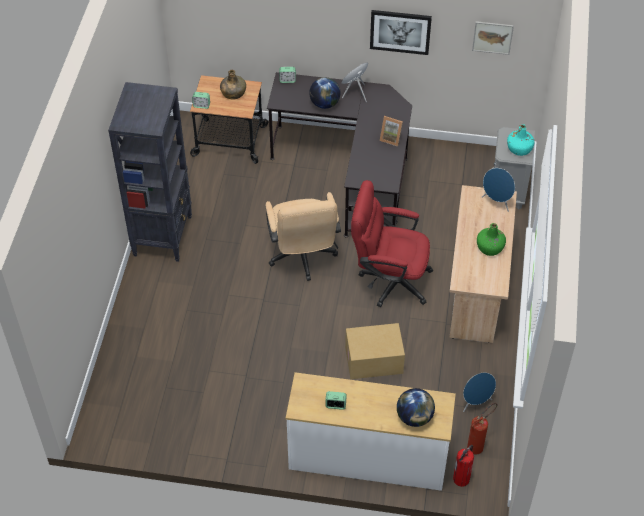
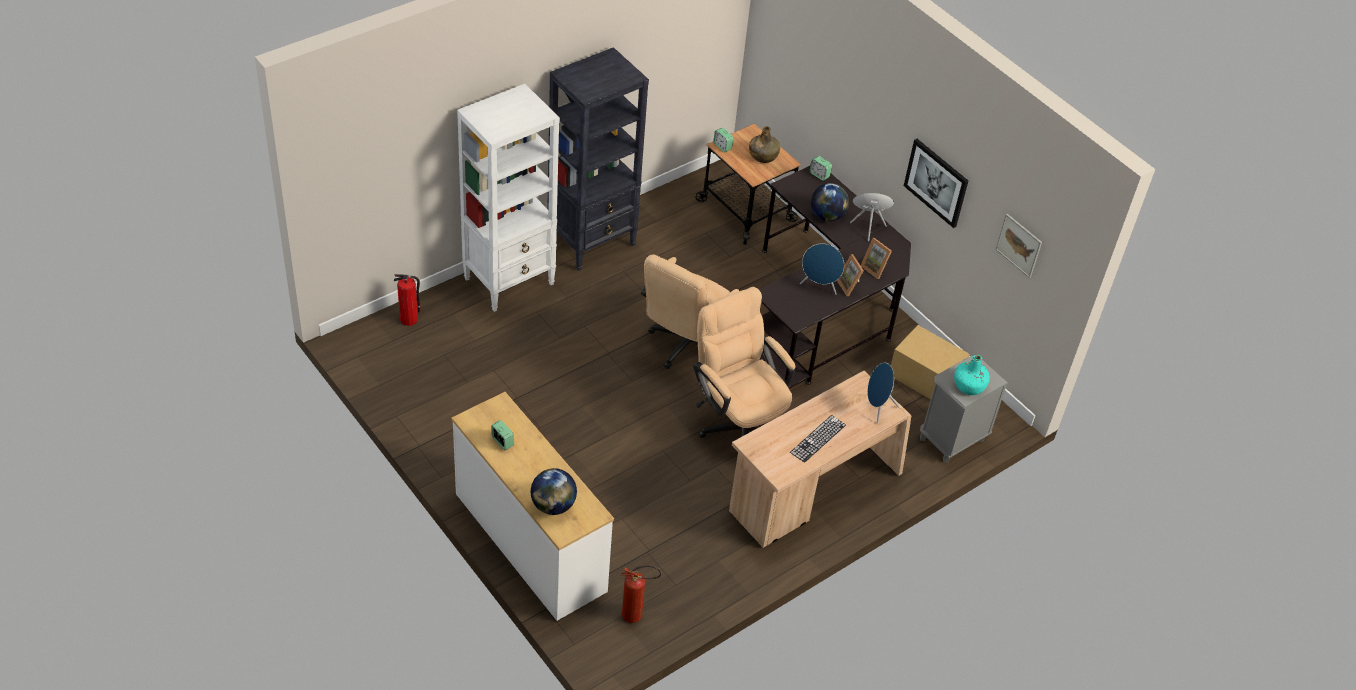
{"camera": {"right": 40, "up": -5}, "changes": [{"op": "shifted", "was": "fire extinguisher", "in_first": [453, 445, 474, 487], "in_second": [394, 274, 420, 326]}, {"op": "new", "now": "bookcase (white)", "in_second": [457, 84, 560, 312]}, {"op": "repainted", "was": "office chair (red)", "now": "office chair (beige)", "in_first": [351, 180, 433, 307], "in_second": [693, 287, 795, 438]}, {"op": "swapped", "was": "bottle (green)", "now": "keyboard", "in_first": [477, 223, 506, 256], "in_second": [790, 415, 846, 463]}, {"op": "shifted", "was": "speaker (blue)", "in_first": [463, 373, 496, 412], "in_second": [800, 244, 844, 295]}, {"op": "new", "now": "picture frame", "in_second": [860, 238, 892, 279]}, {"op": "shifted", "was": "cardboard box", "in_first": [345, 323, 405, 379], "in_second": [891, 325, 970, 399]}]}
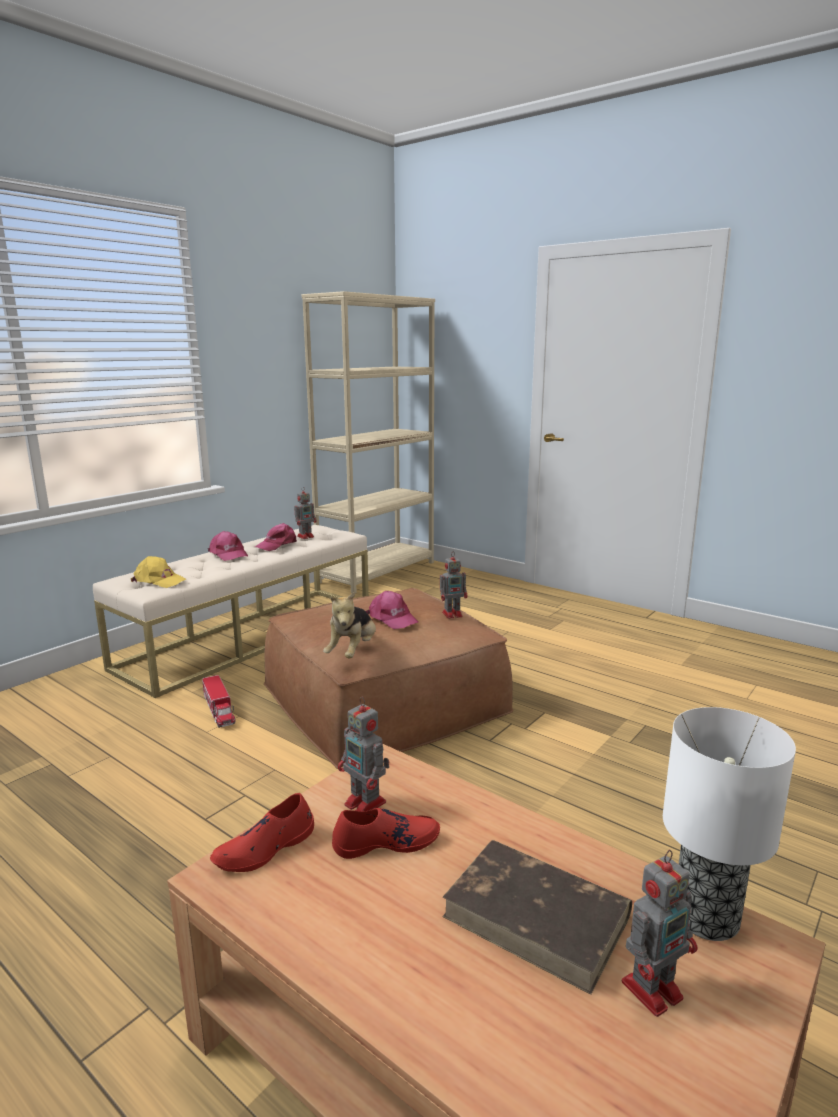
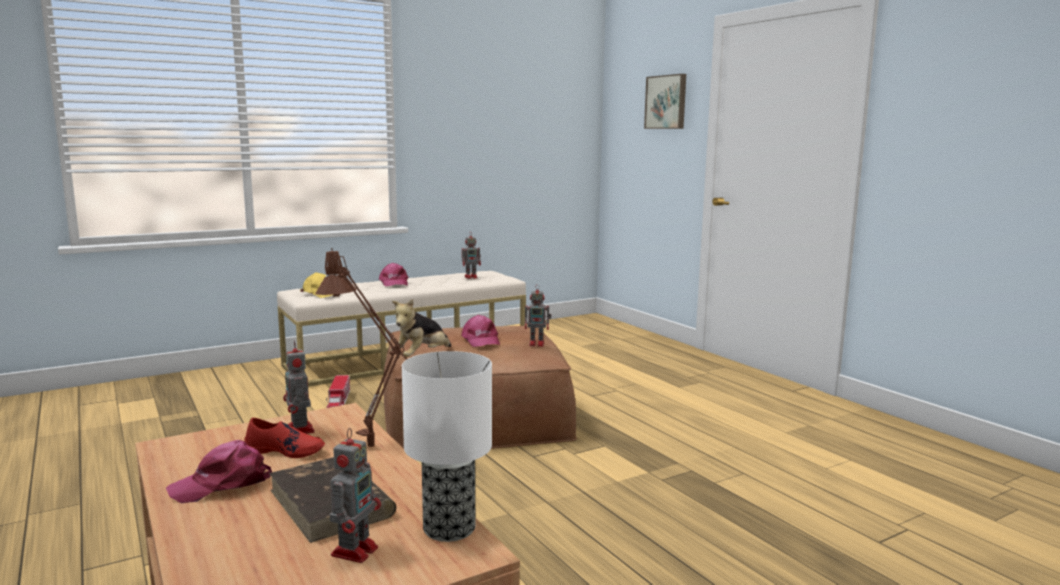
{"camera": {"right": 20, "up": -5}, "changes": [{"op": "shifted", "was": "cap (pink)", "in_first": [255, 523, 297, 551], "in_second": [166, 440, 272, 503]}, {"op": "new", "now": "table lamp (brown)", "in_second": [316, 248, 407, 447]}, {"op": "rotated", "was": "toy robot", "in_first": [622, 850, 697, 1017], "in_second": [330, 428, 381, 563], "clockwise": -60}, {"op": "new", "now": "picture", "in_second": [644, 74, 686, 129]}, {"op": "gone", "was": "shoe (red)", "in_first": [210, 793, 314, 872]}, {"op": "gone", "was": "bookcase (beige)", "in_first": [302, 291, 435, 593]}]}
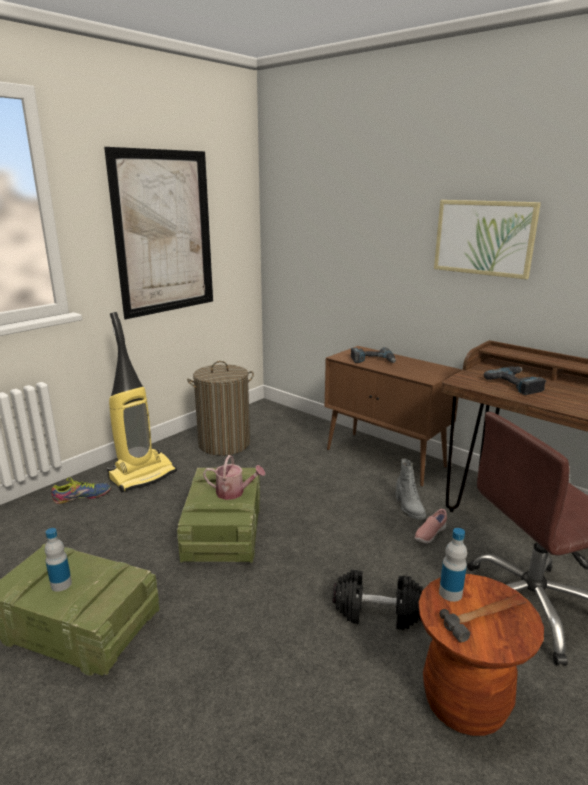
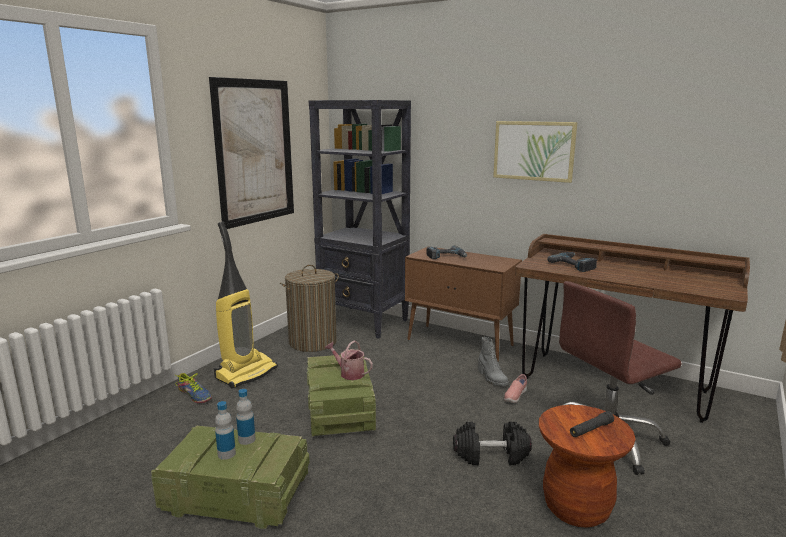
{"camera": {"right": -10, "up": -5}, "changes": [{"op": "rotated", "was": "shoe", "in_first": [51, 478, 111, 504], "in_second": [176, 373, 212, 403], "clockwise": 75}, {"op": "shifted", "was": "bottle", "in_first": [439, 528, 467, 602], "in_second": [236, 389, 256, 445]}, {"op": "new", "now": "bookcase (black)", "in_second": [309, 100, 411, 339]}, {"op": "rotated", "was": "watering can", "in_first": [203, 455, 265, 500], "in_second": [325, 341, 373, 380], "clockwise": -150}, {"op": "swapped", "was": "hammer", "now": "flashlight (black)", "in_first": [440, 594, 527, 642], "in_second": [570, 411, 614, 437]}]}
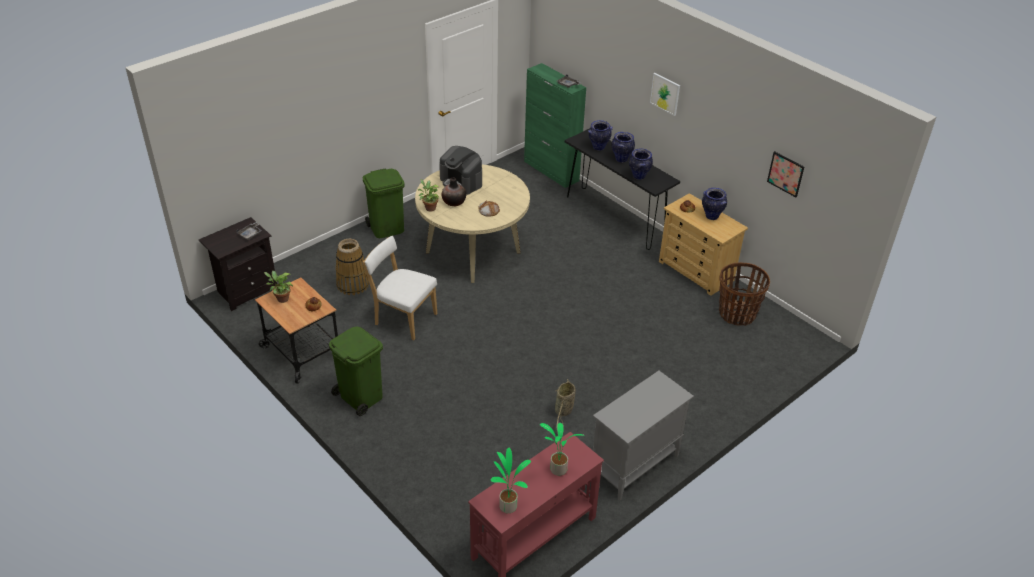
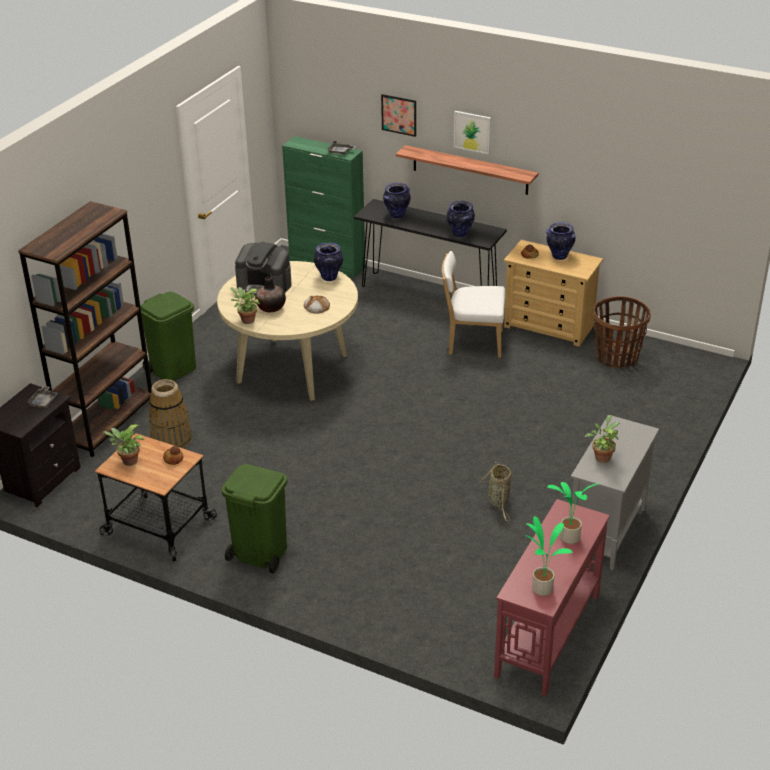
{"camera": {"right": -20, "up": -5}, "changes": [{"op": "new", "now": "bookcase (brown)", "in_second": [18, 201, 152, 457]}, {"op": "shifted", "was": "vase", "in_first": [611, 132, 635, 163], "in_second": [314, 243, 343, 281]}, {"op": "shifted", "was": "picture", "in_first": [767, 151, 804, 197], "in_second": [381, 94, 416, 137]}, {"op": "new", "now": "shelf", "in_second": [396, 145, 539, 195]}, {"op": "shifted", "was": "chair (white)", "in_first": [363, 236, 437, 341], "in_second": [442, 251, 505, 358]}, {"op": "new", "now": "potted plant", "in_second": [585, 415, 620, 463]}]}
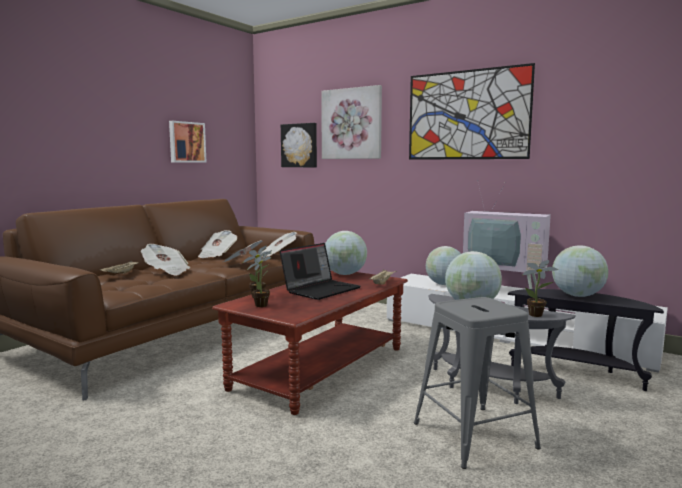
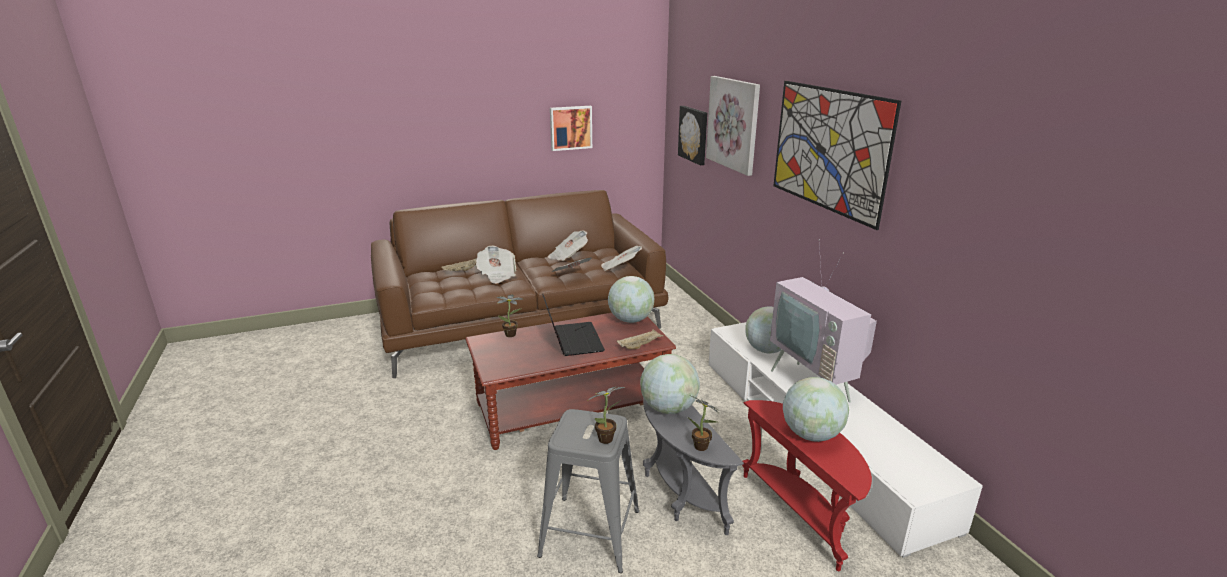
{"camera": {"right": 35, "up": 15}, "changes": [{"op": "rotated", "was": "laptop", "in_first": [279, 243, 361, 300], "in_second": [542, 294, 605, 356], "clockwise": -90}, {"op": "shifted", "was": "potted plant", "in_first": [247, 250, 272, 307], "in_second": [587, 386, 625, 444]}, {"op": "repainted", "was": "side table (black)", "now": "side table (red)", "in_first": [508, 289, 664, 391], "in_second": [742, 400, 872, 571]}]}
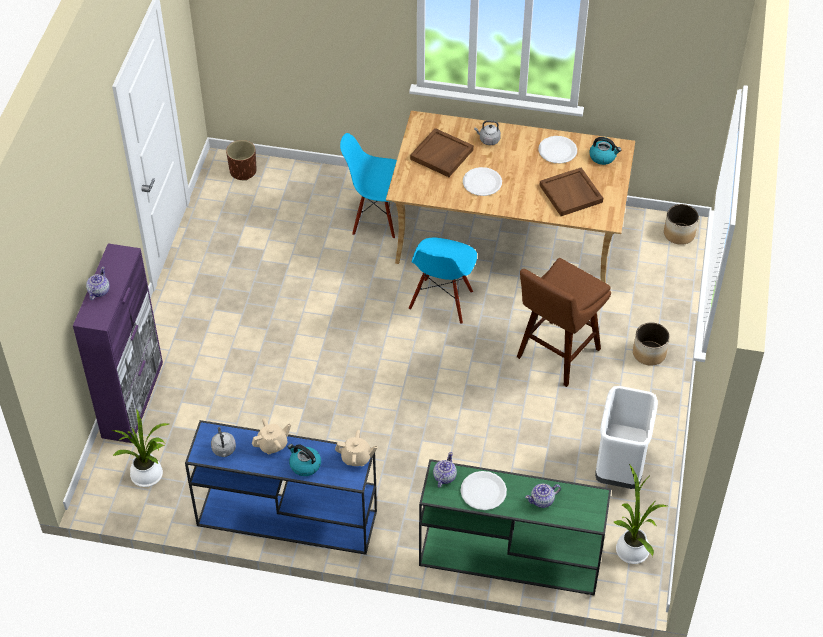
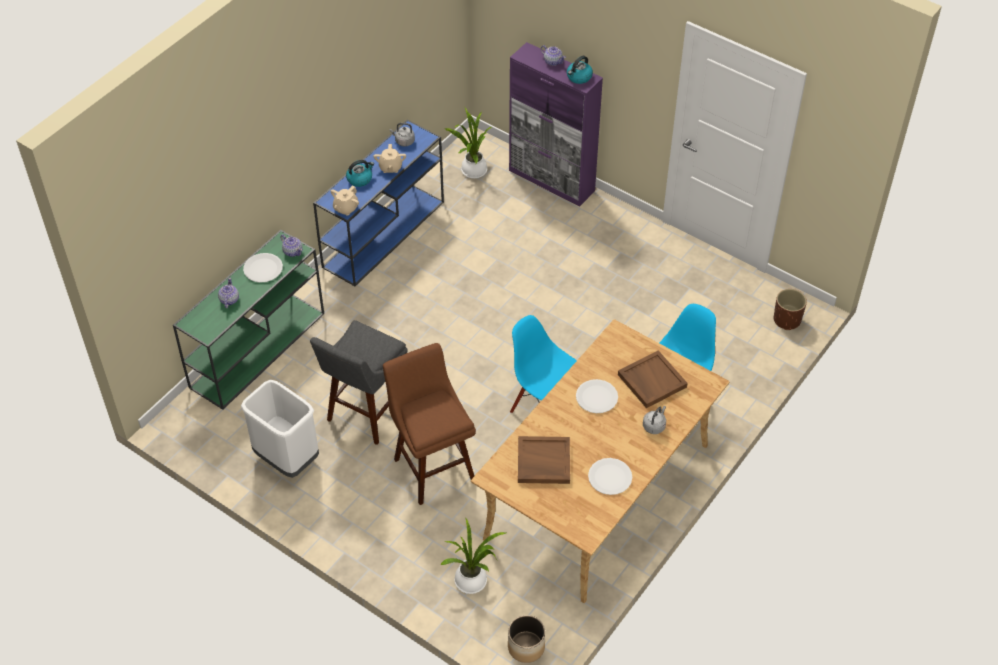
{"camera": {"right": 115, "up": 0}, "changes": [{"op": "new", "now": "stool (grey)", "in_second": [310, 320, 408, 445]}, {"op": "shifted", "was": "potted plant", "in_first": [614, 464, 667, 564], "in_second": [440, 517, 506, 594]}, {"op": "shifted", "was": "kettle", "in_first": [589, 137, 621, 165], "in_second": [567, 56, 593, 84]}, {"op": "gone", "was": "planter", "in_first": [633, 322, 669, 366]}]}
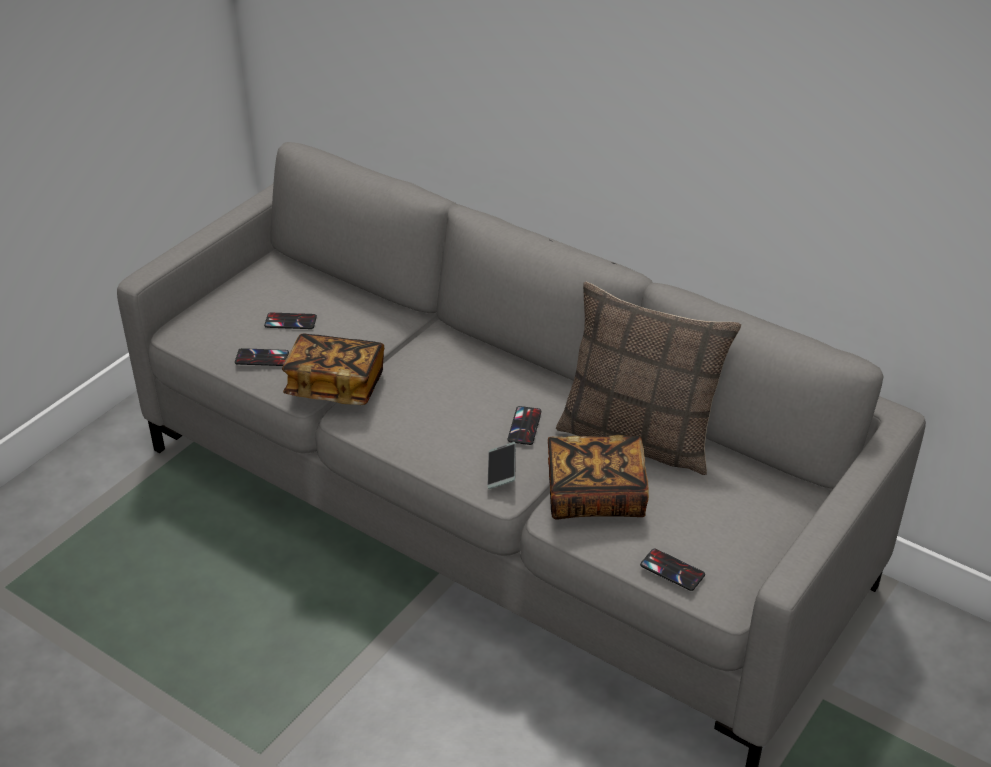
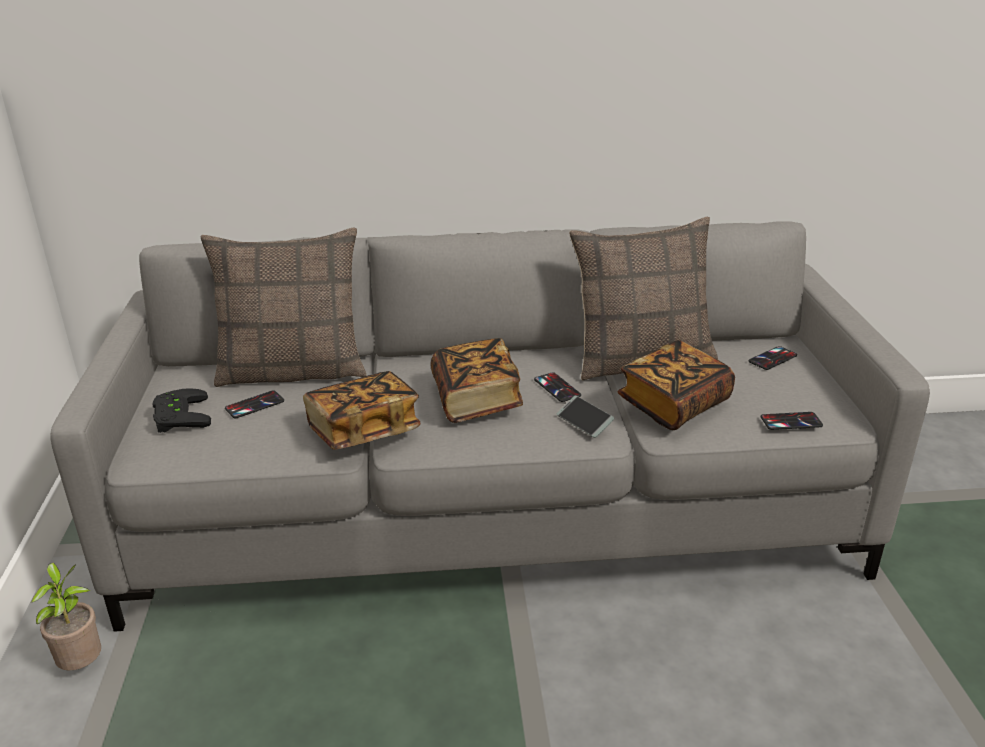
{"camera": {"right": -40, "up": -10}, "changes": [{"op": "new", "now": "potted plant", "in_second": [30, 563, 101, 671]}, {"op": "new", "now": "game controller (black)", "in_second": [152, 388, 211, 433]}, {"op": "new", "now": "pillow", "in_second": [200, 227, 367, 387]}, {"op": "new", "now": "book", "in_second": [431, 338, 523, 423]}, {"op": "shifted", "was": "phone", "in_first": [235, 348, 289, 366], "in_second": [749, 346, 797, 370]}]}
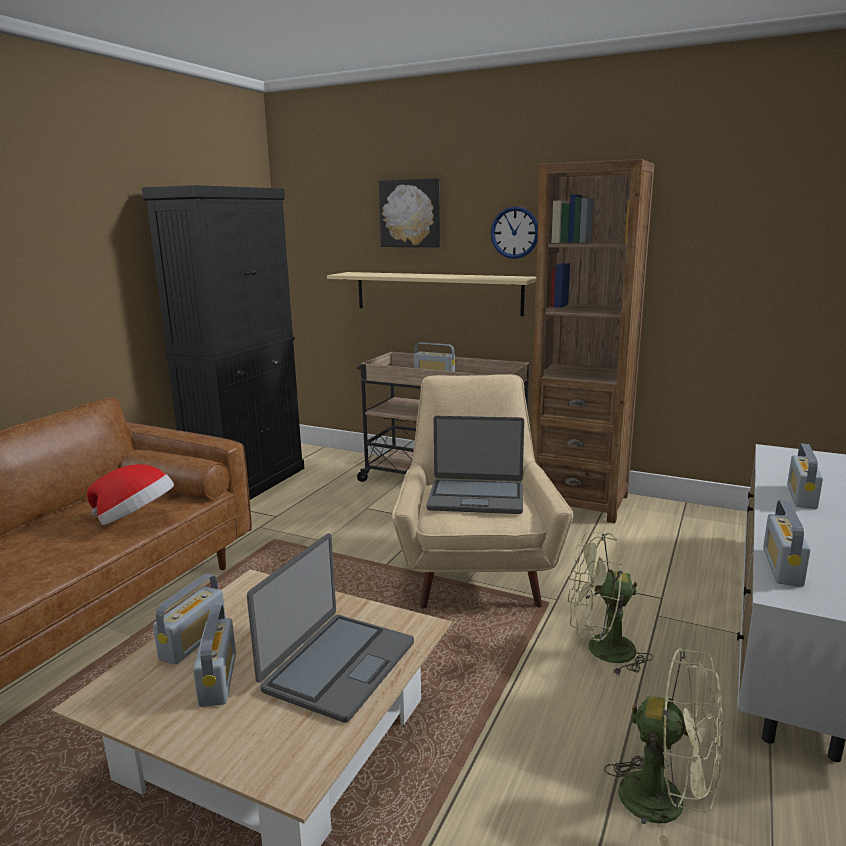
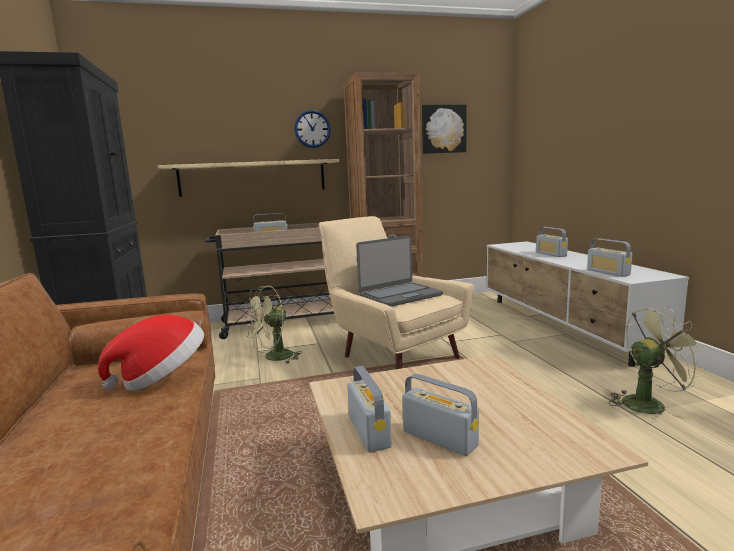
{"camera": {"right": -40, "up": -5}, "changes": [{"op": "shifted", "was": "fan (green)", "in_first": [567, 531, 653, 676], "in_second": [244, 286, 302, 363]}, {"op": "shifted", "was": "picture", "in_first": [379, 178, 440, 247], "in_second": [422, 104, 467, 154]}, {"op": "gone", "was": "laptop", "in_first": [247, 533, 414, 723]}]}
